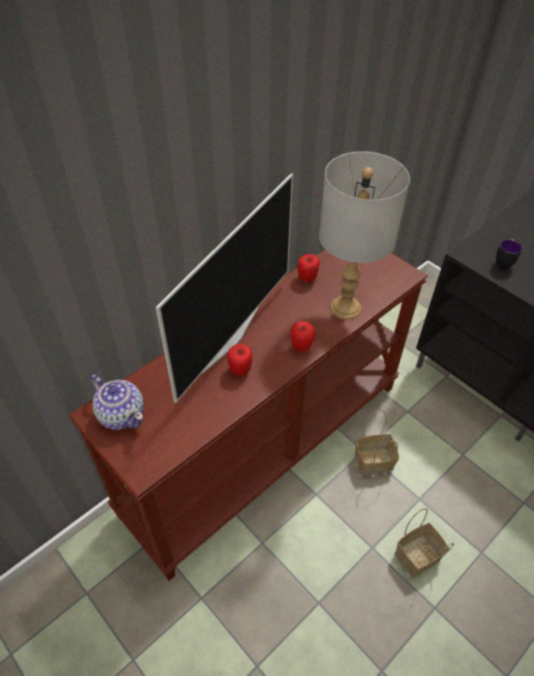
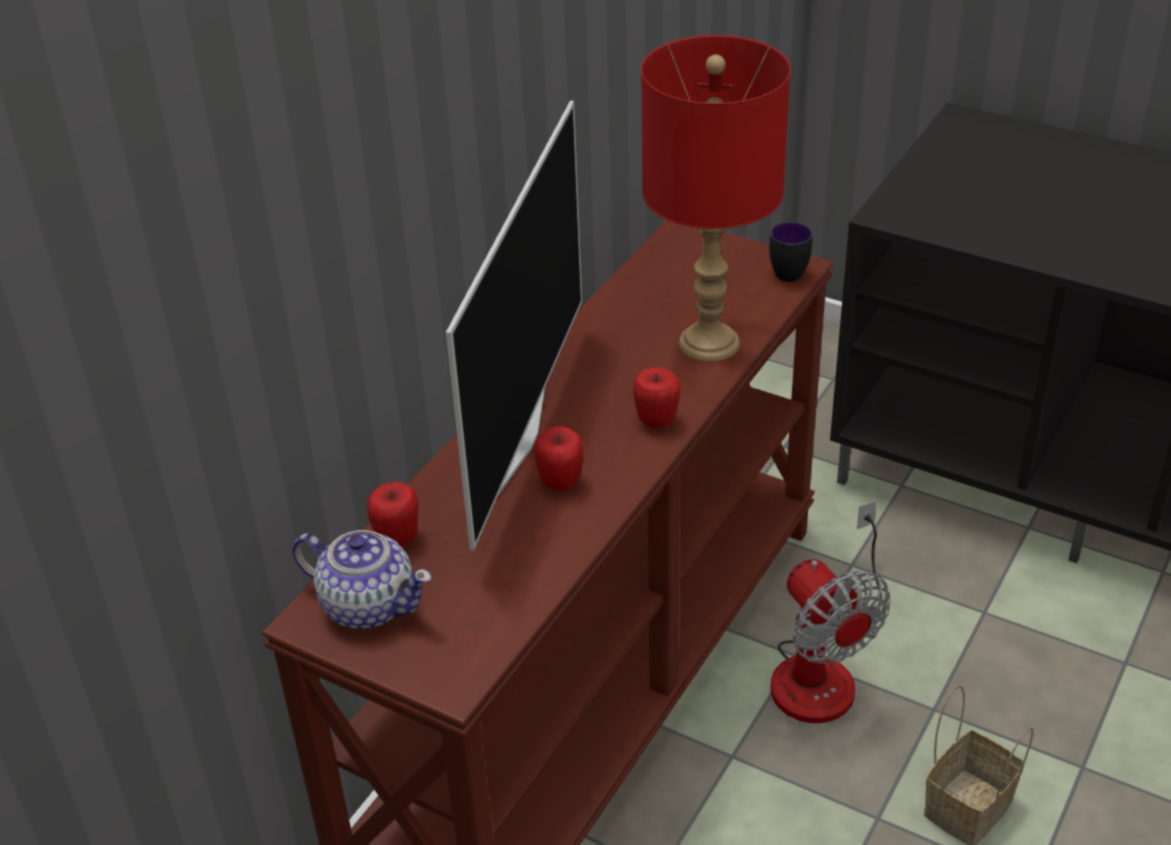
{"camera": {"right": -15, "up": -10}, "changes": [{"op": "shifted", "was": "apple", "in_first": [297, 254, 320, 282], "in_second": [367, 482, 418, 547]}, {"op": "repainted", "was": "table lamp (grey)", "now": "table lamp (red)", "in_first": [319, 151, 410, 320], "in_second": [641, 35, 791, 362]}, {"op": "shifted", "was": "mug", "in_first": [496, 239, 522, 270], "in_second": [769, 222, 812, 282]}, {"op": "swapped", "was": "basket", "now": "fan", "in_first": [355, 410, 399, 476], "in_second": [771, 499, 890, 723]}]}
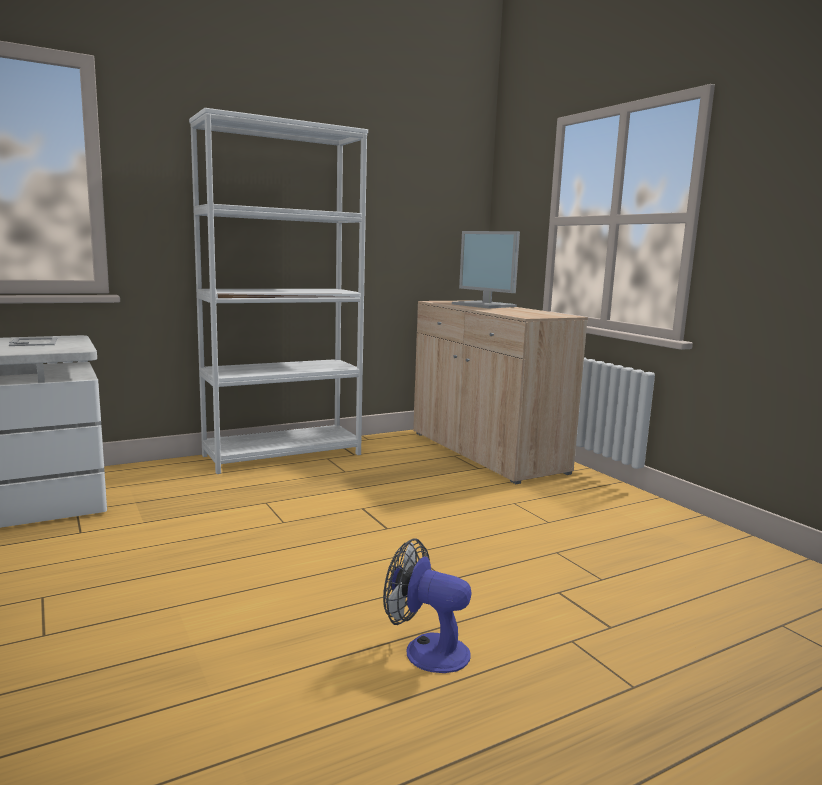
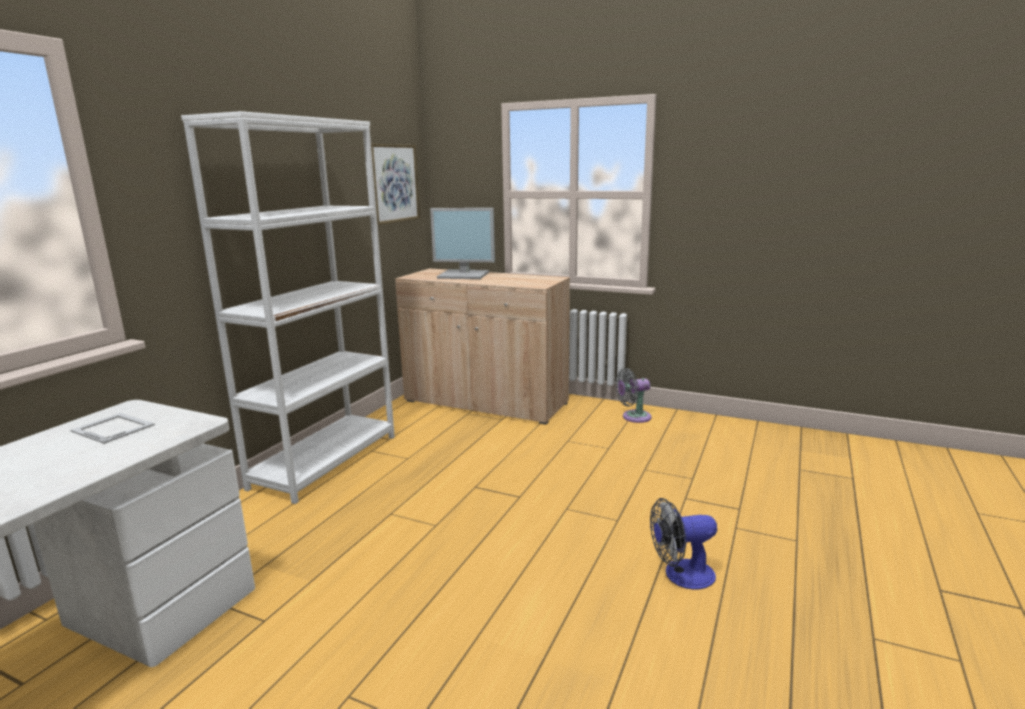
{"camera": {"right": -35, "up": 5}, "changes": [{"op": "new", "now": "picture", "in_second": [371, 144, 420, 225]}, {"op": "new", "now": "fan (grey)", "in_second": [615, 368, 651, 423]}]}
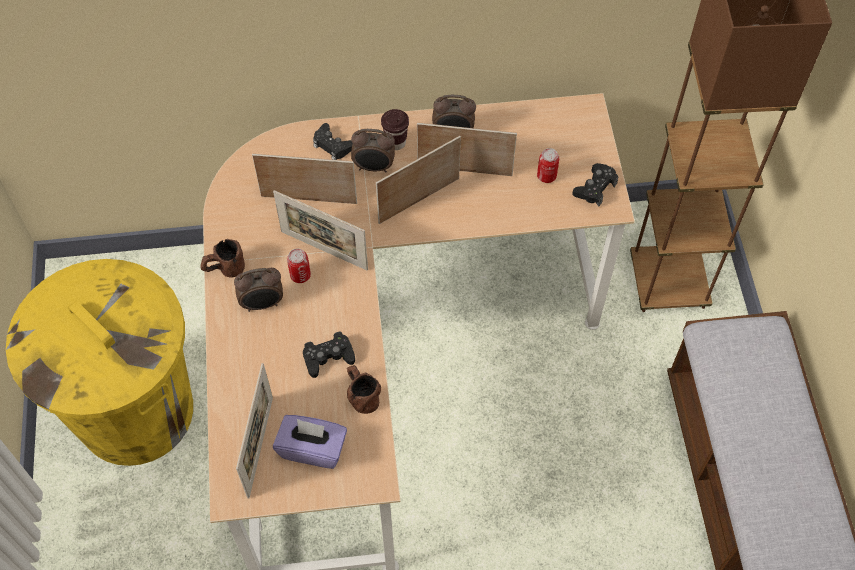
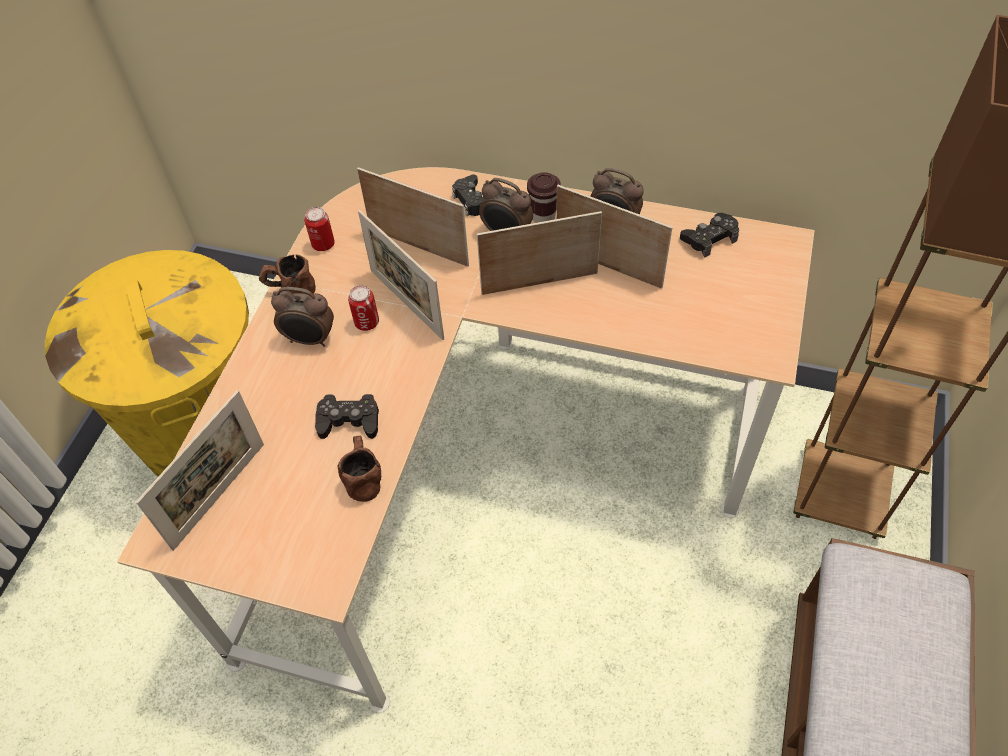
{"camera": {"right": 25, "up": -5}, "changes": [{"op": "shifted", "was": "can", "in_first": [537, 148, 559, 183], "in_second": [304, 207, 335, 251]}, {"op": "shifted", "was": "game controller (black)", "in_first": [572, 163, 618, 206], "in_second": [680, 213, 739, 258]}, {"op": "gone", "was": "tissue box (purple)", "in_first": [273, 415, 347, 469]}]}
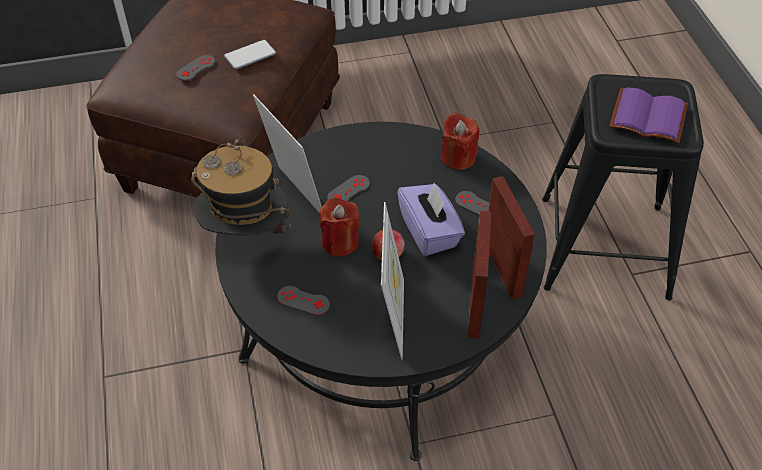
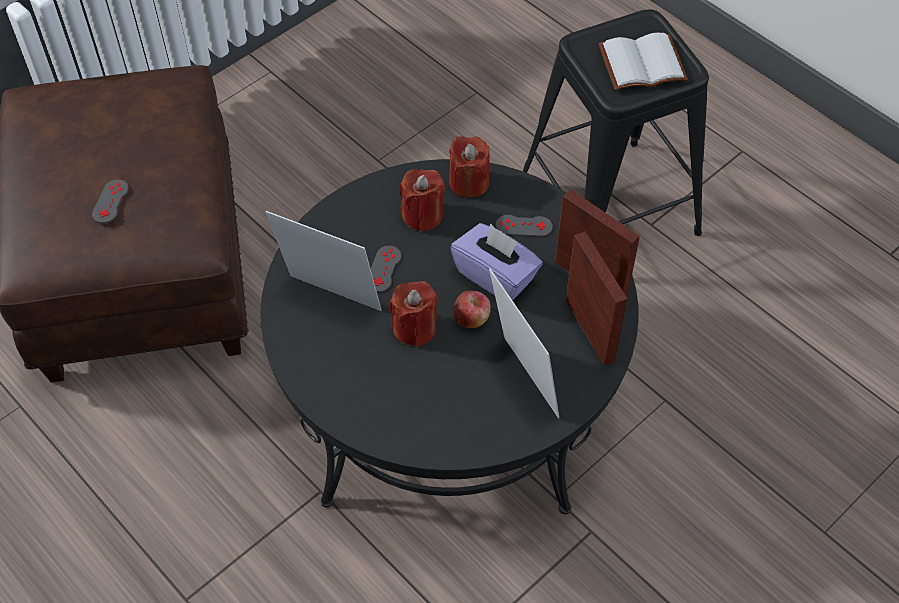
{"camera": {"right": -30, "up": 5}, "changes": [{"op": "new", "now": "candle (red)", "in_second": [400, 169, 445, 232]}, {"op": "repainted", "was": "book (purple)", "now": "book (white)", "in_first": [610, 88, 688, 144], "in_second": [599, 33, 688, 90]}, {"op": "gone", "was": "hat", "in_first": [191, 137, 291, 236]}, {"op": "gone", "was": "phone", "in_first": [224, 40, 276, 69]}, {"op": "gone", "was": "game controller (grey)", "in_first": [277, 286, 330, 315]}]}
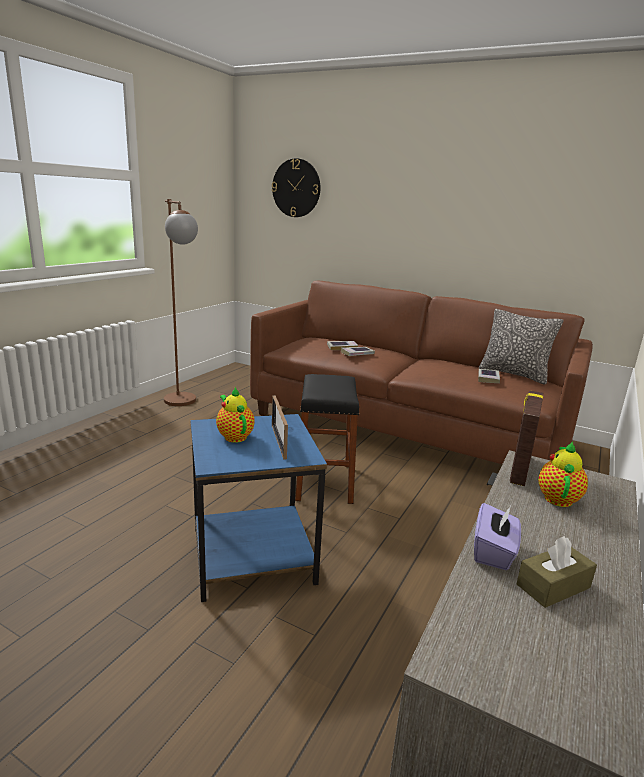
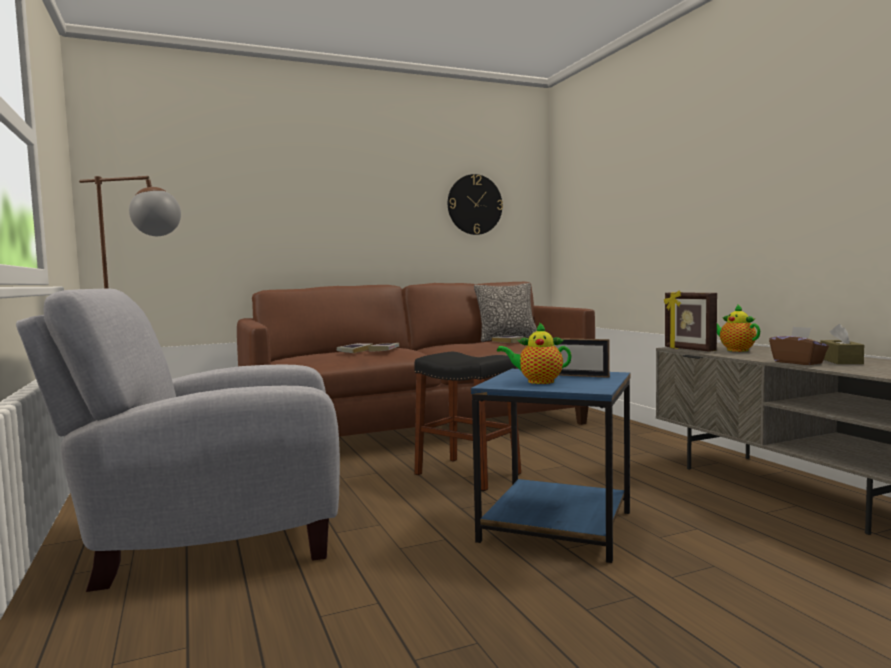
{"camera": {"right": -50, "up": -15}, "changes": [{"op": "new", "now": "armchair (grey)", "in_second": [16, 289, 340, 592]}, {"op": "shifted", "was": "wall clock", "in_first": [272, 158, 320, 217], "in_second": [448, 174, 503, 235]}, {"op": "repainted", "was": "tissue box (purple)", "now": "tissue box (brown)", "in_first": [474, 503, 521, 570], "in_second": [769, 327, 829, 365]}]}
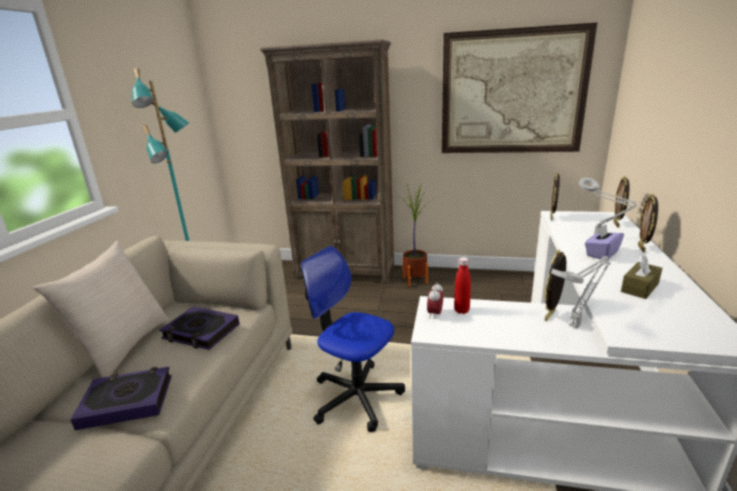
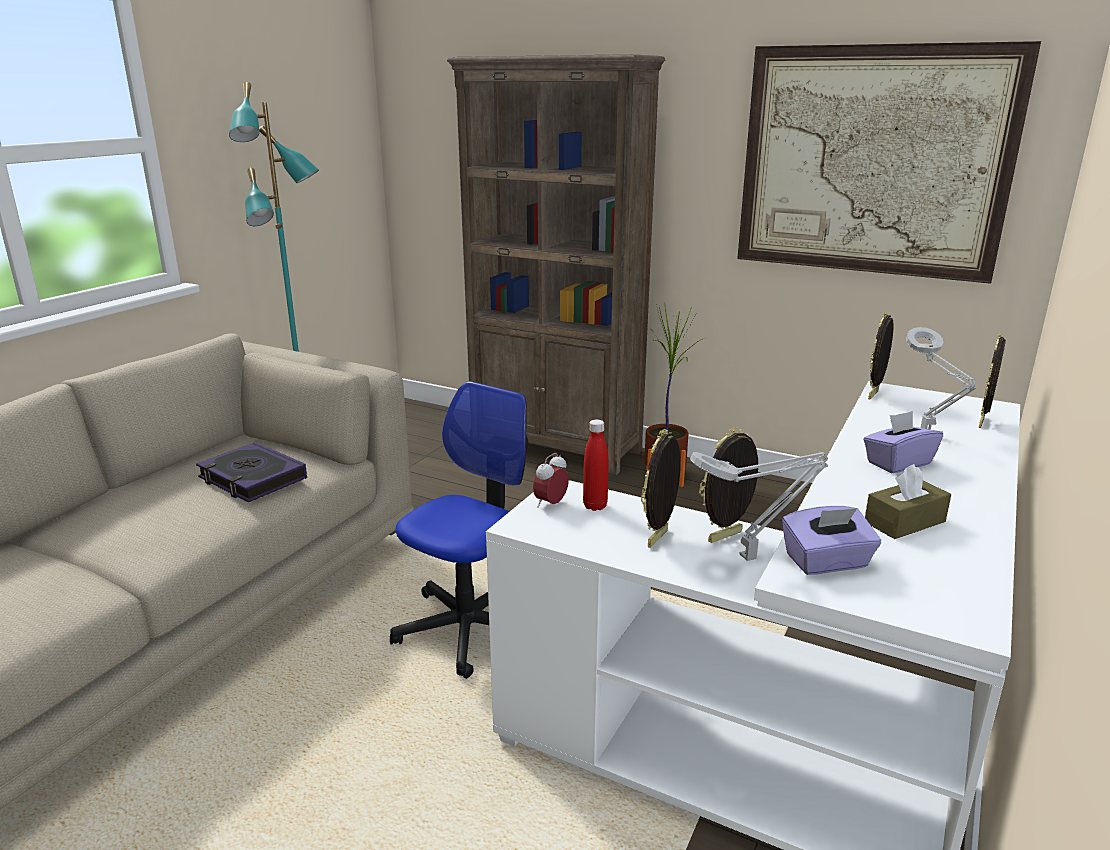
{"camera": {"right": 15, "up": 0}, "changes": [{"op": "rotated", "was": "office chair", "in_first": [301, 246, 405, 432], "in_second": [390, 381, 529, 679], "clockwise": 75}, {"op": "shifted", "was": "picture frame", "in_first": [638, 193, 658, 253], "in_second": [641, 429, 681, 548]}, {"op": "new", "now": "tissue box (purple)", "in_second": [782, 506, 881, 575]}, {"op": "gone", "was": "pillow (beige)", "in_first": [33, 240, 169, 378]}, {"op": "gone", "was": "book", "in_first": [70, 367, 172, 430]}]}
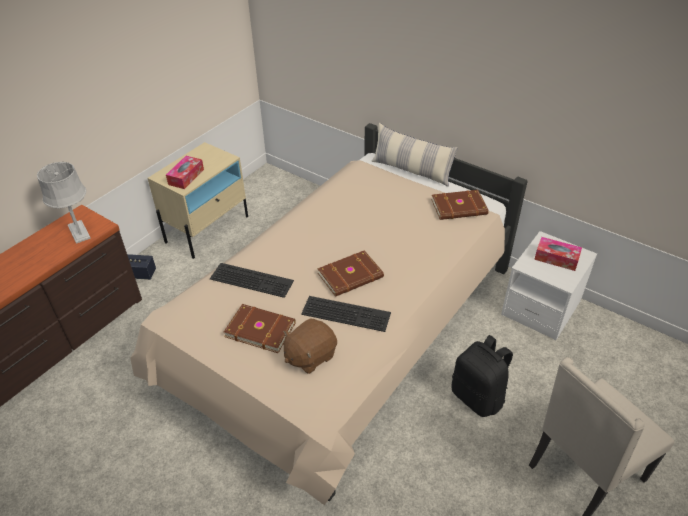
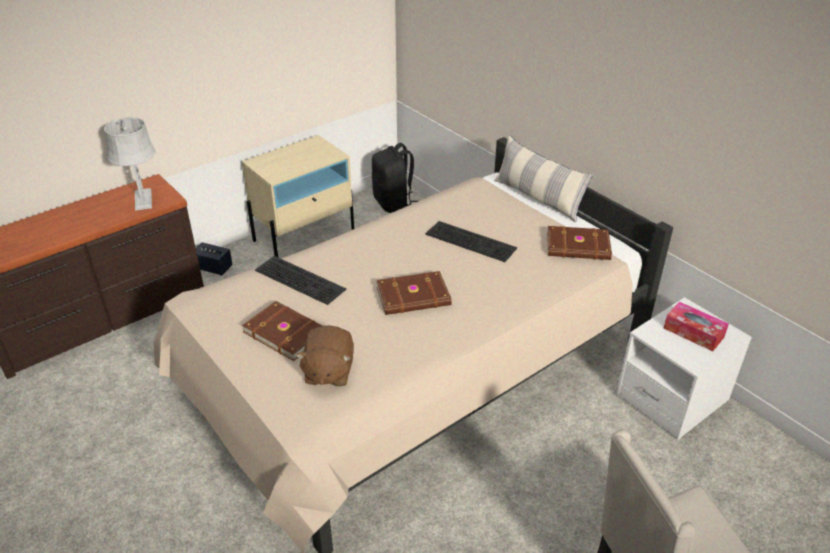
{"camera": {"right": 15, "up": -5}, "changes": [{"op": "rotated", "was": "plush toy (brown)", "in_first": [283, 319, 337, 374], "in_second": [296, 325, 354, 387], "clockwise": -60}, {"op": "shifted", "was": "backpack (black)", "in_first": [451, 335, 513, 417], "in_second": [372, 143, 418, 213]}, {"op": "shifted", "was": "keyboard", "in_first": [301, 296, 391, 332], "in_second": [426, 221, 517, 262]}, {"op": "gone", "was": "tissue box", "in_first": [166, 156, 204, 189]}]}
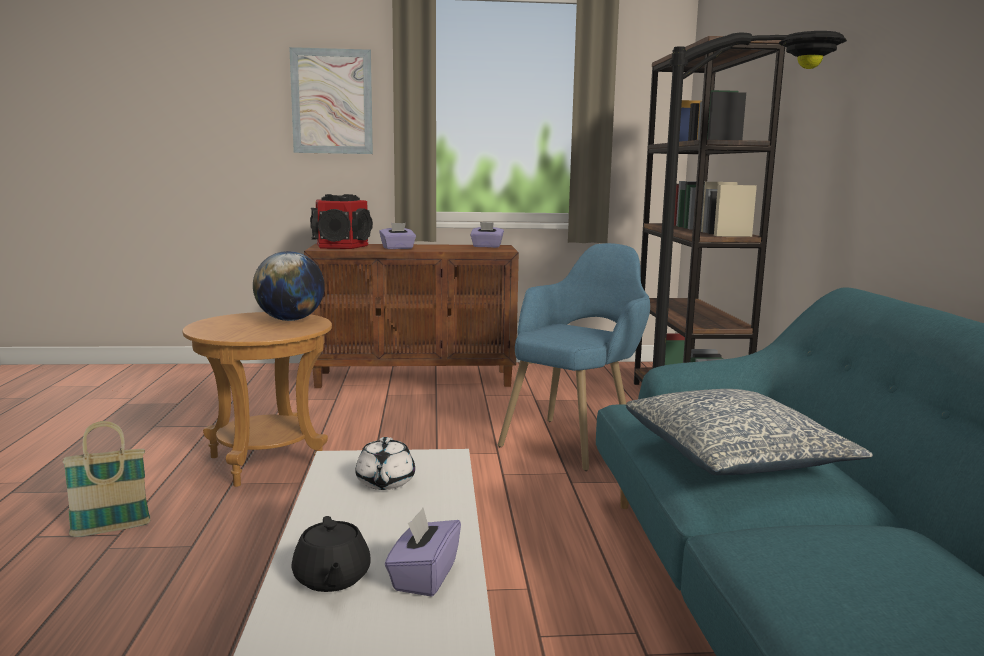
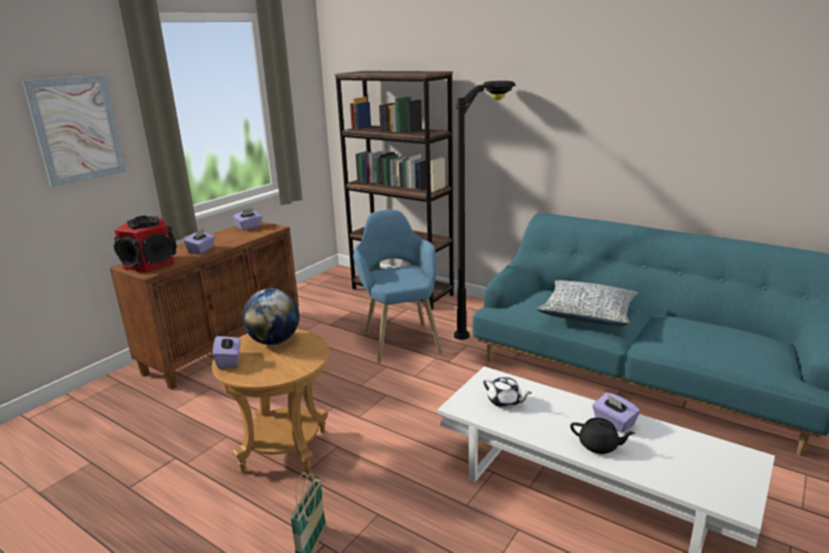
{"camera": {"right": -50, "up": 10}, "changes": [{"op": "new", "now": "tissue box (purple)", "in_second": [213, 333, 241, 369]}]}
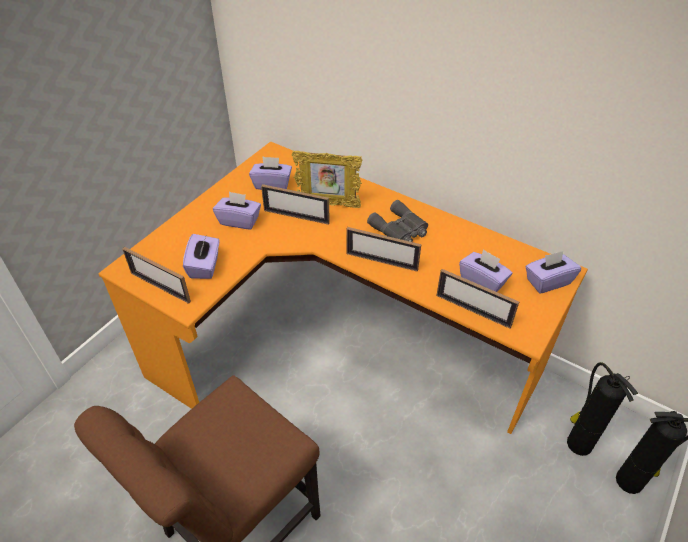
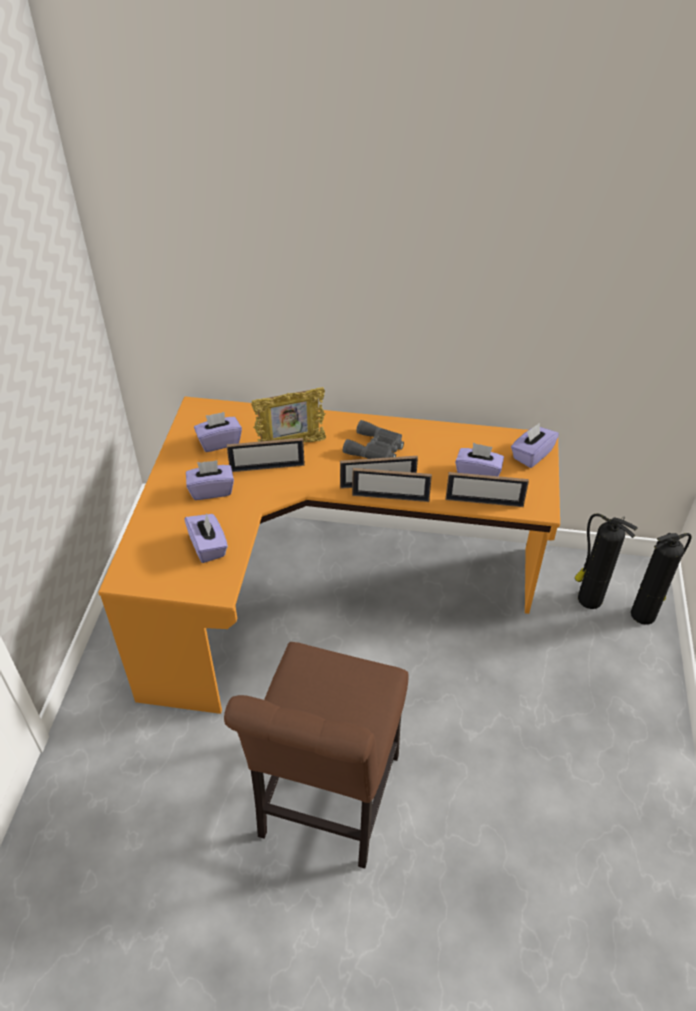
{"camera": {"right": -25, "up": 0}, "changes": [{"op": "shifted", "was": "picture frame", "in_first": [122, 247, 191, 304], "in_second": [352, 468, 432, 502]}]}
